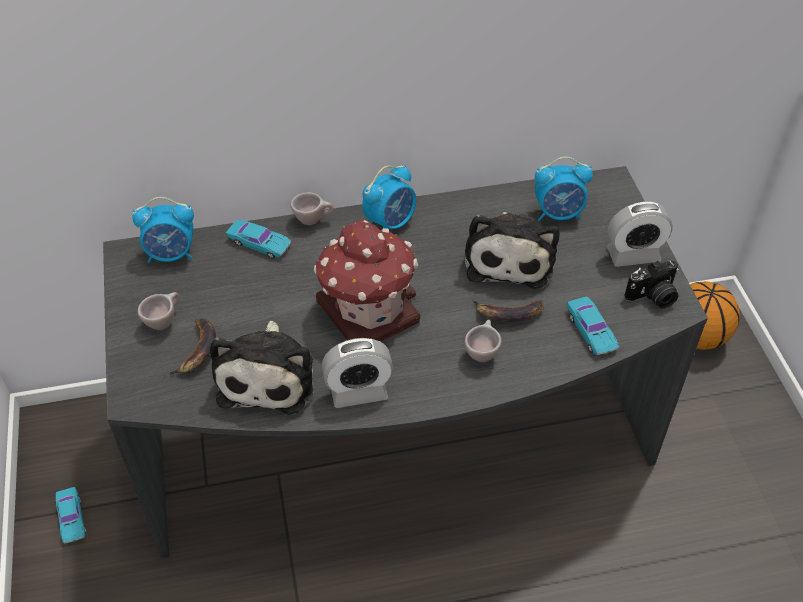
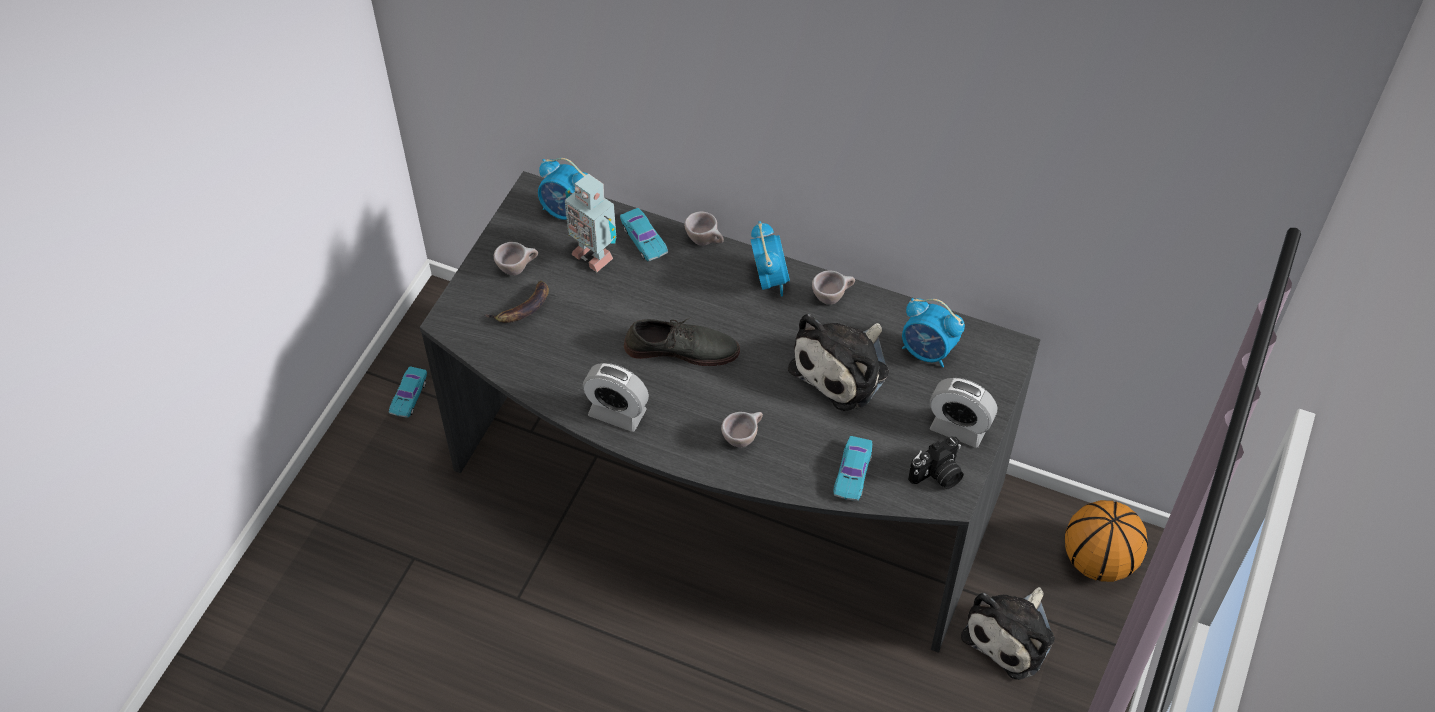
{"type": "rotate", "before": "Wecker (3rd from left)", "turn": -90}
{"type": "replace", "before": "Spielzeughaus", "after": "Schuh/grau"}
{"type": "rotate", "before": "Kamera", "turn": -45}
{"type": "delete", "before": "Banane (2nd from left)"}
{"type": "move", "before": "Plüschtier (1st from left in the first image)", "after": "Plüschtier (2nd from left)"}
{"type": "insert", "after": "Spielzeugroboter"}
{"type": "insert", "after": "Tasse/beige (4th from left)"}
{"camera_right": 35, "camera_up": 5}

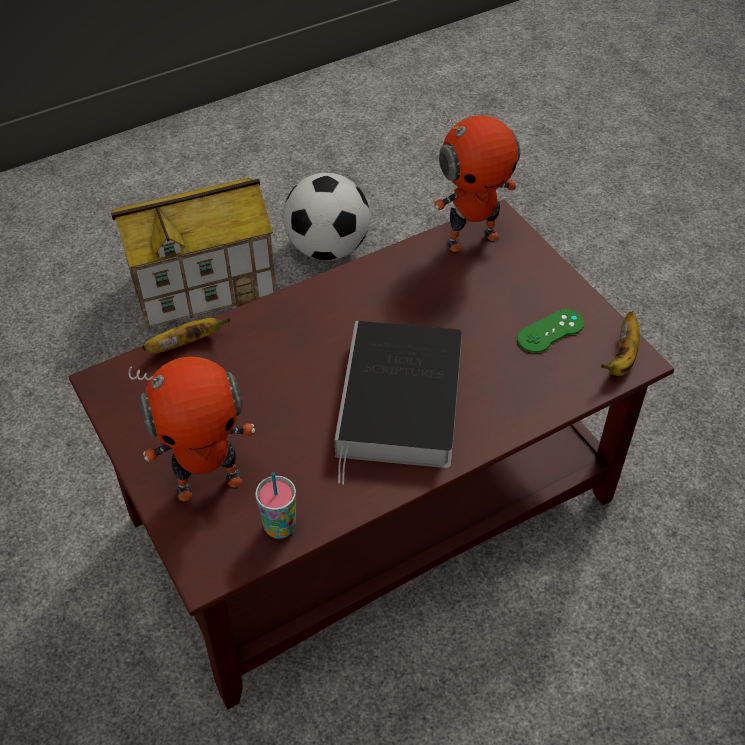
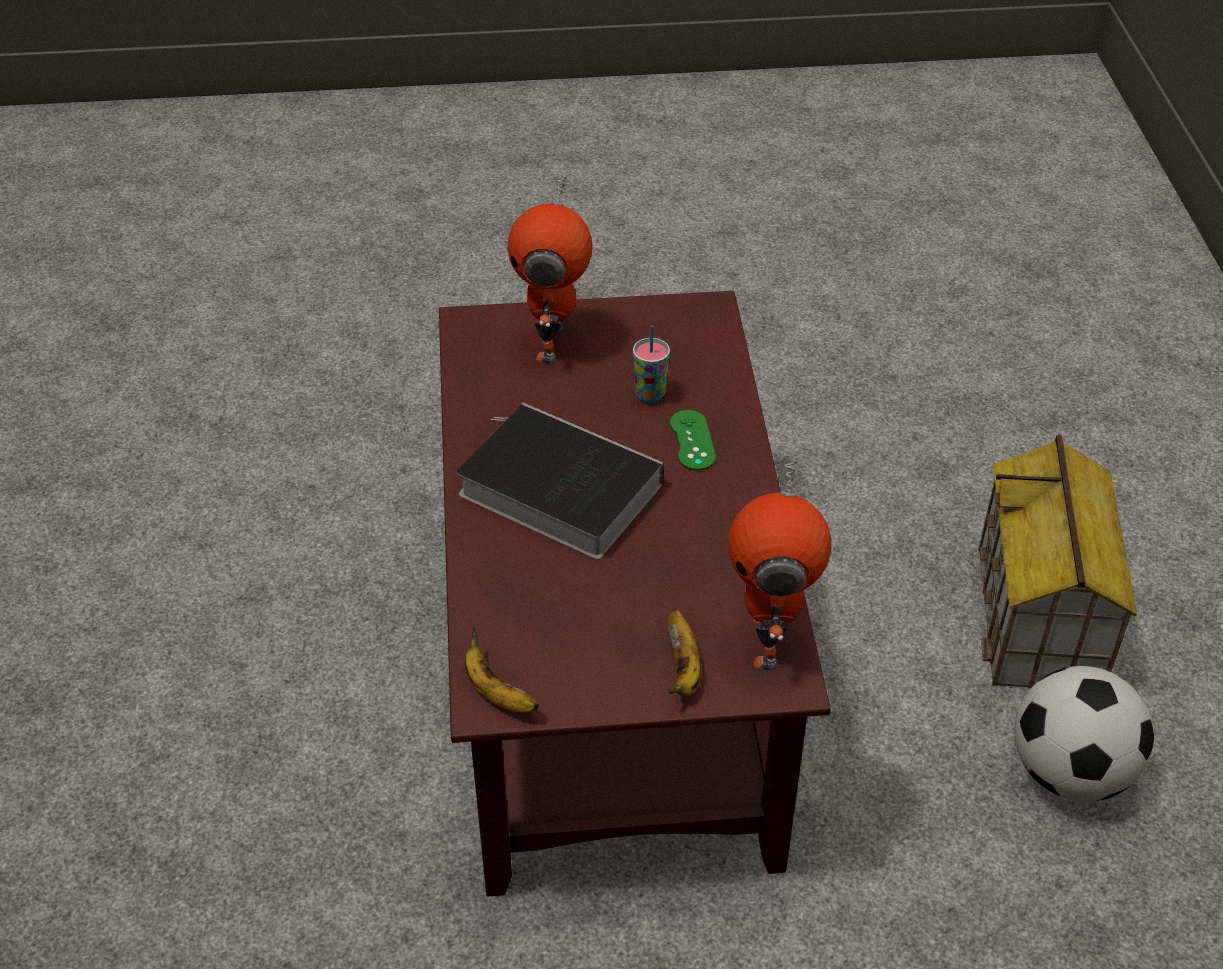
{"type": "move", "before": "Gamepad/grün"}
{"type": "move", "before": "Banane (1st from left in the first image)", "after": "Banane (2nd from left)"}
{"type": "move", "before": "Tasse"}
{"camera_right": 115, "camera_up": -5}

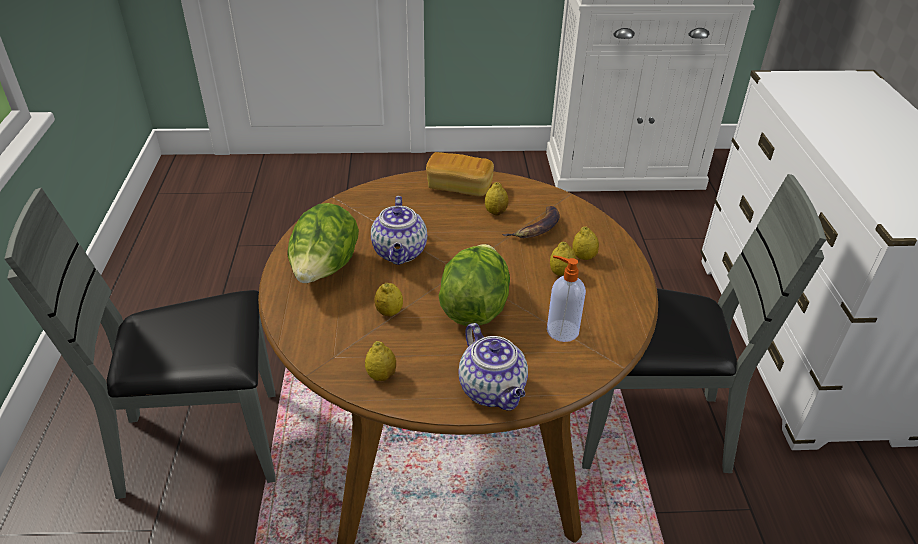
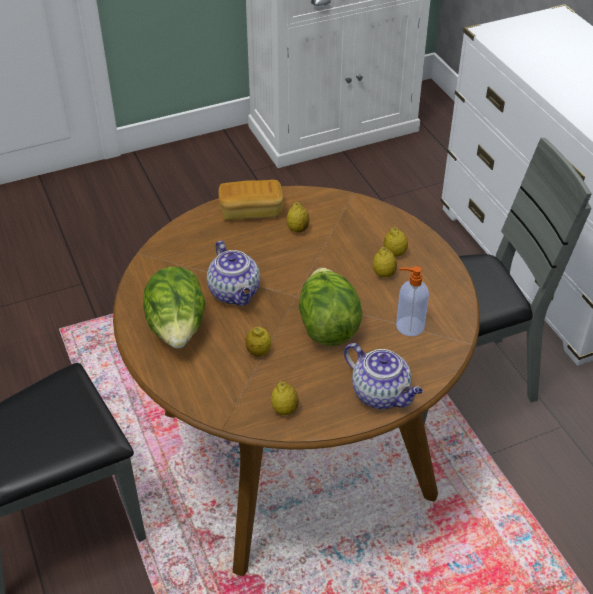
{"type": "delete", "before": "Banane"}
{"camera_right": -20, "camera_up": 5}

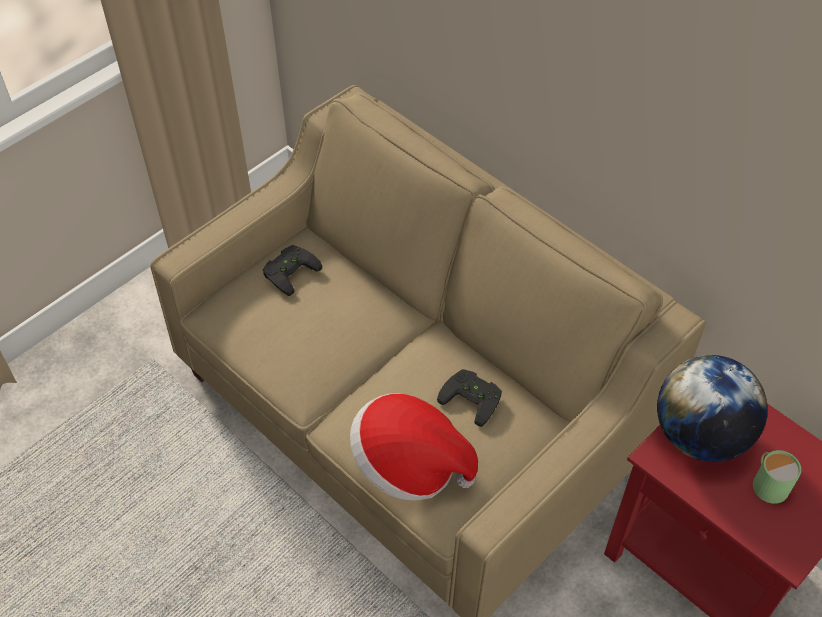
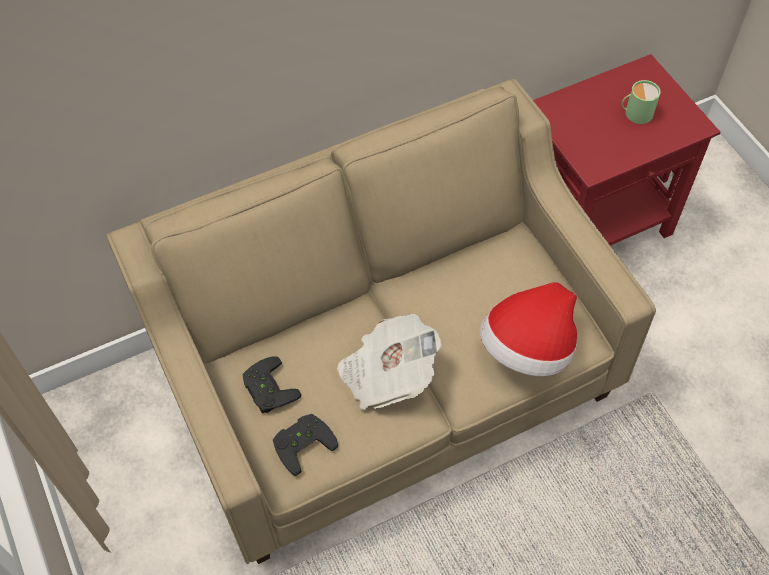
{"type": "delete", "before": "Globus"}
{"type": "move", "before": "Gamepad/schwarz (2nd from left)"}
{"type": "insert", "after": "Zeitung"}
{"camera_right": -70, "camera_up": 5}

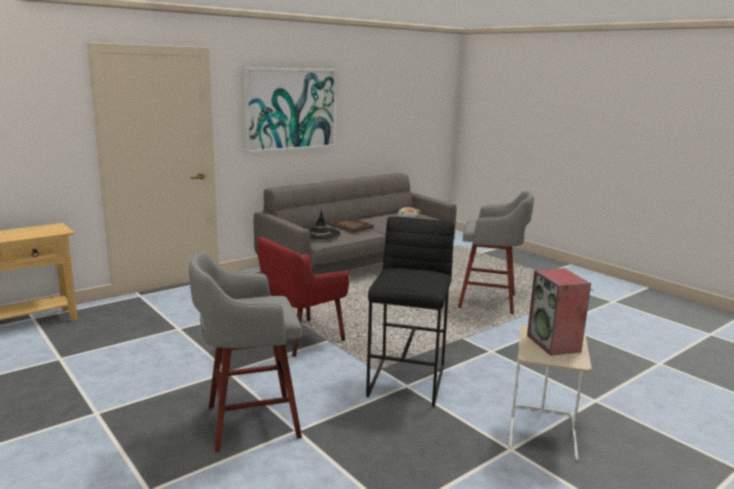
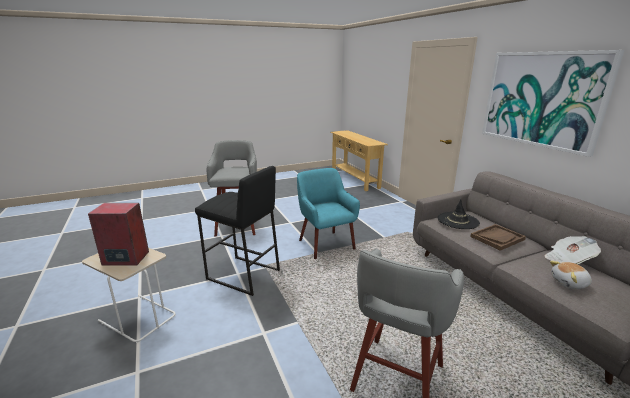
{"type": "recolor", "before": "Sessel/rot", "after": "Sessel/türkis"}
{"type": "insert", "after": "Zeitung"}
{"camera_right": 105, "camera_up": 5}

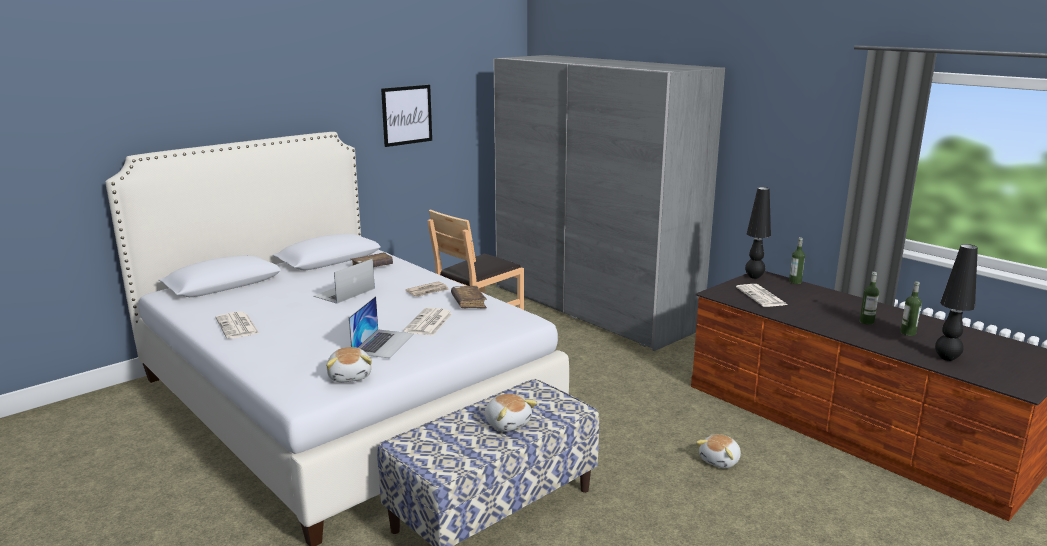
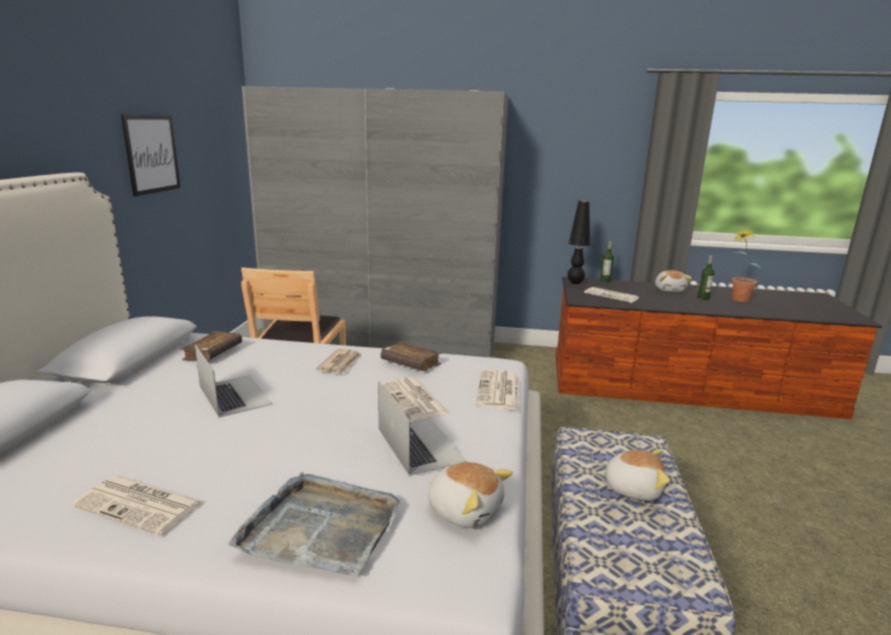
{"type": "delete", "before": "Tischlampe/schwarz (2nd from left)"}
{"type": "rotate", "before": "Laptop (1st from left)", "turn": 150}
{"type": "replace", "before": "Flasche (3rd from left)", "after": "Topfpflanze"}
{"type": "move", "before": "Plüschtier (3rd from left)"}
{"type": "insert", "after": "Zeitung (4th from left)"}
{"type": "insert", "after": "Tablett/grau"}
{"camera_right": -40, "camera_up": 0}

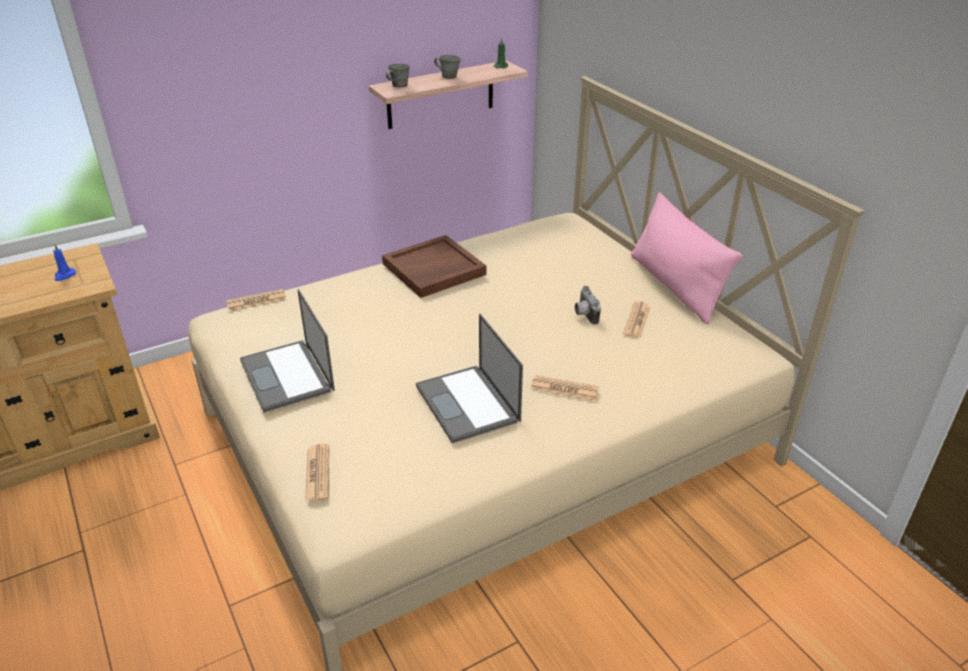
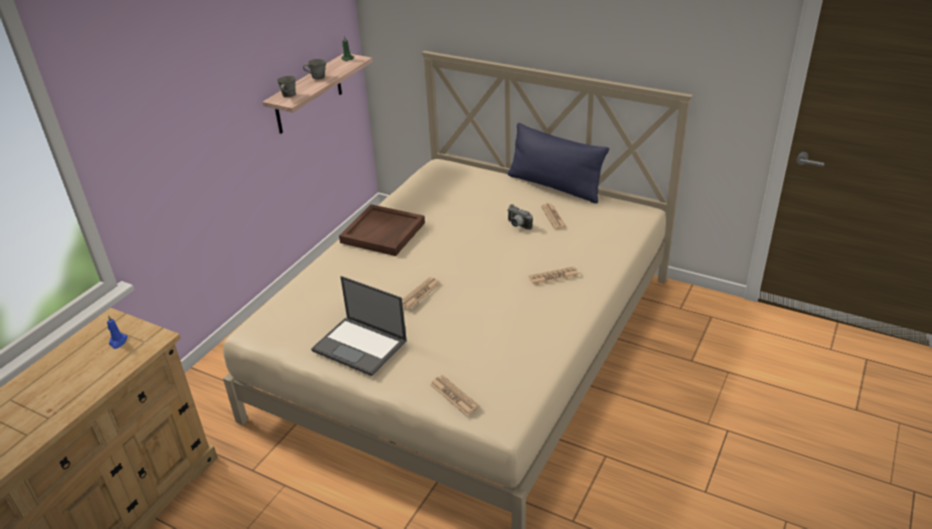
{"type": "recolor", "before": "Kissen/rosa", "after": "Kissen/blau"}
{"type": "move", "before": "Zeitung (1st from left)"}
{"type": "delete", "before": "Laptop (2nd from left)"}
{"camera_right": -30, "camera_up": 0}

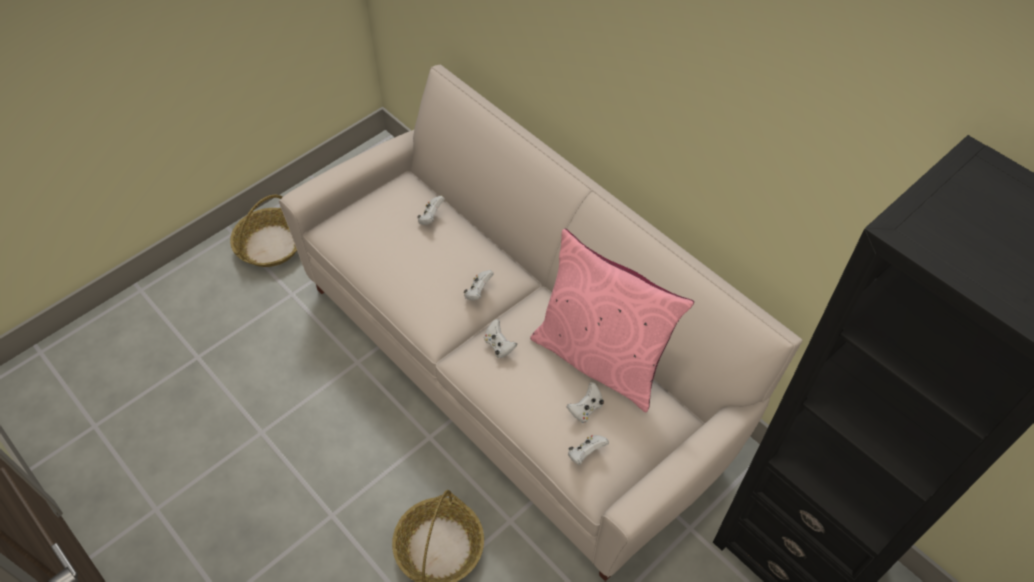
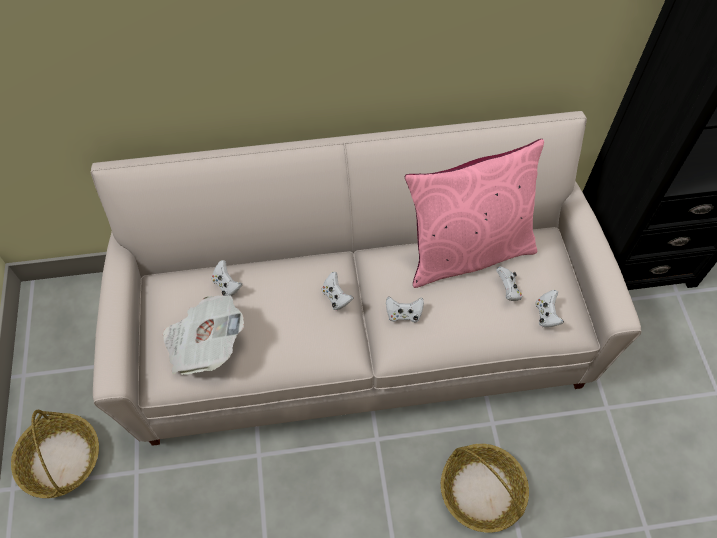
{"type": "insert", "after": "Zeitung"}
{"camera_right": -55, "camera_up": 5}

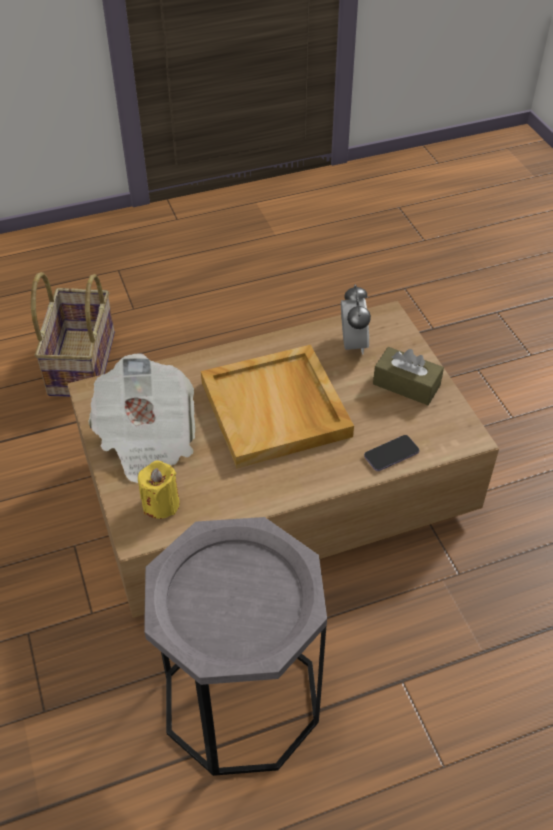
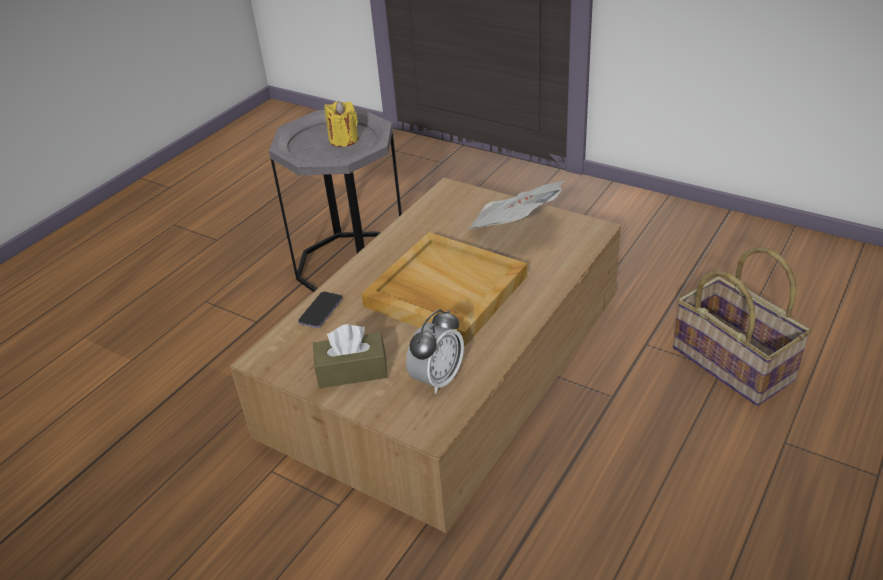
{"type": "rotate", "before": "Wecker", "turn": -105}
{"type": "move", "before": "Kerze/gelb"}
{"camera_right": 145, "camera_up": -10}

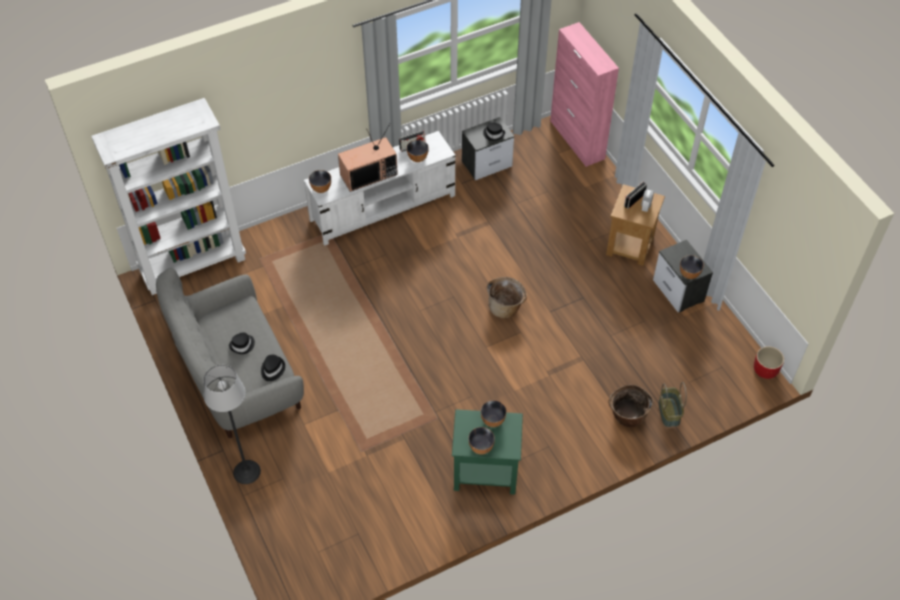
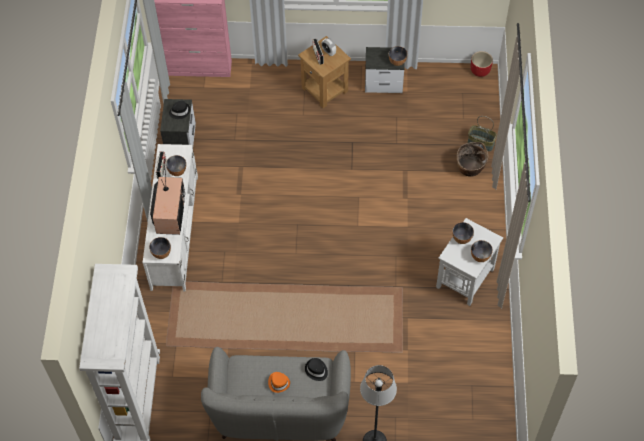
{"type": "delete", "before": "Korb (1st from left)"}
{"type": "recolor", "before": "Hut/schwarz (1st from left)", "after": "Hut/orange"}
{"type": "recolor", "before": "Beistelltisch/grün", "after": "Beistelltisch/weiß"}
{"camera_right": -60, "camera_up": 5}

